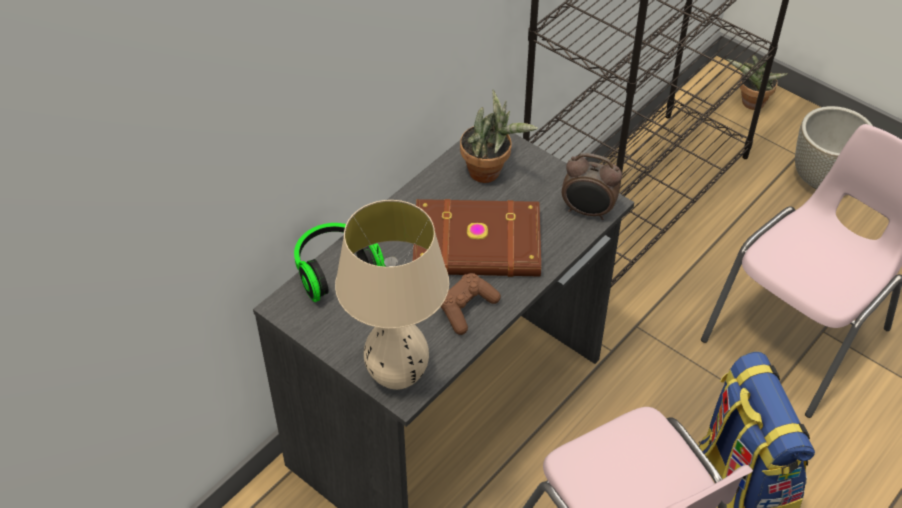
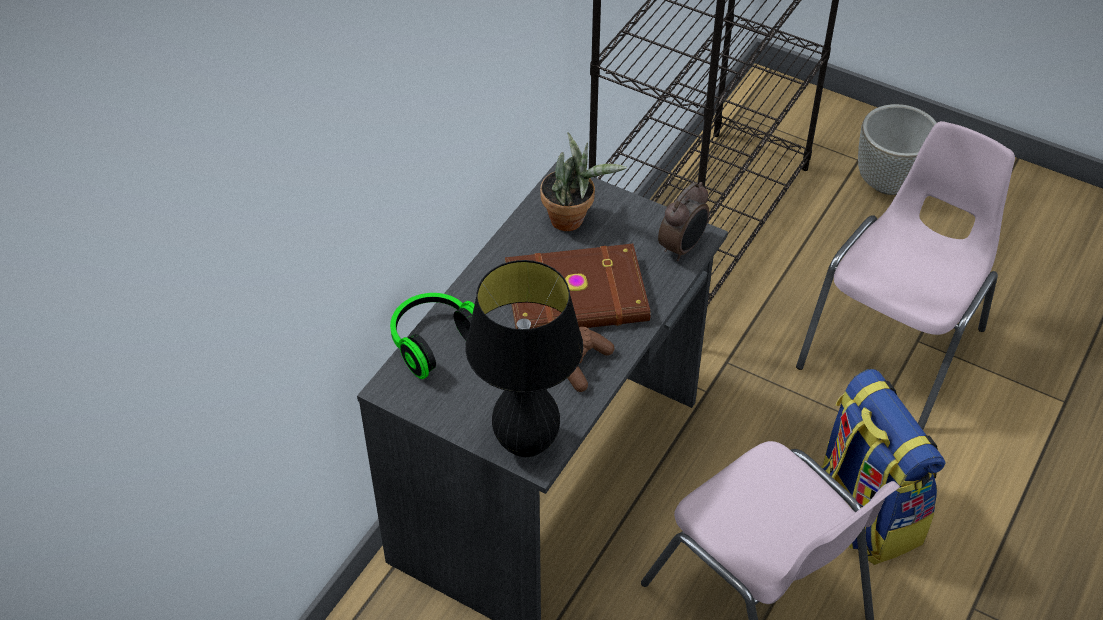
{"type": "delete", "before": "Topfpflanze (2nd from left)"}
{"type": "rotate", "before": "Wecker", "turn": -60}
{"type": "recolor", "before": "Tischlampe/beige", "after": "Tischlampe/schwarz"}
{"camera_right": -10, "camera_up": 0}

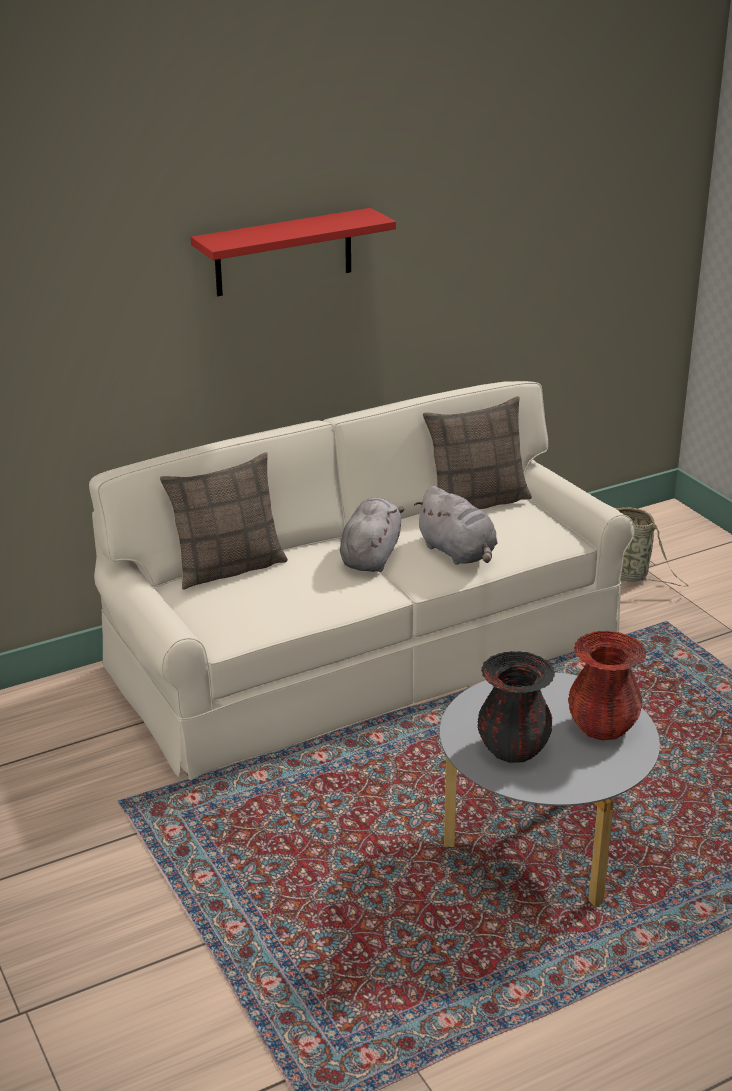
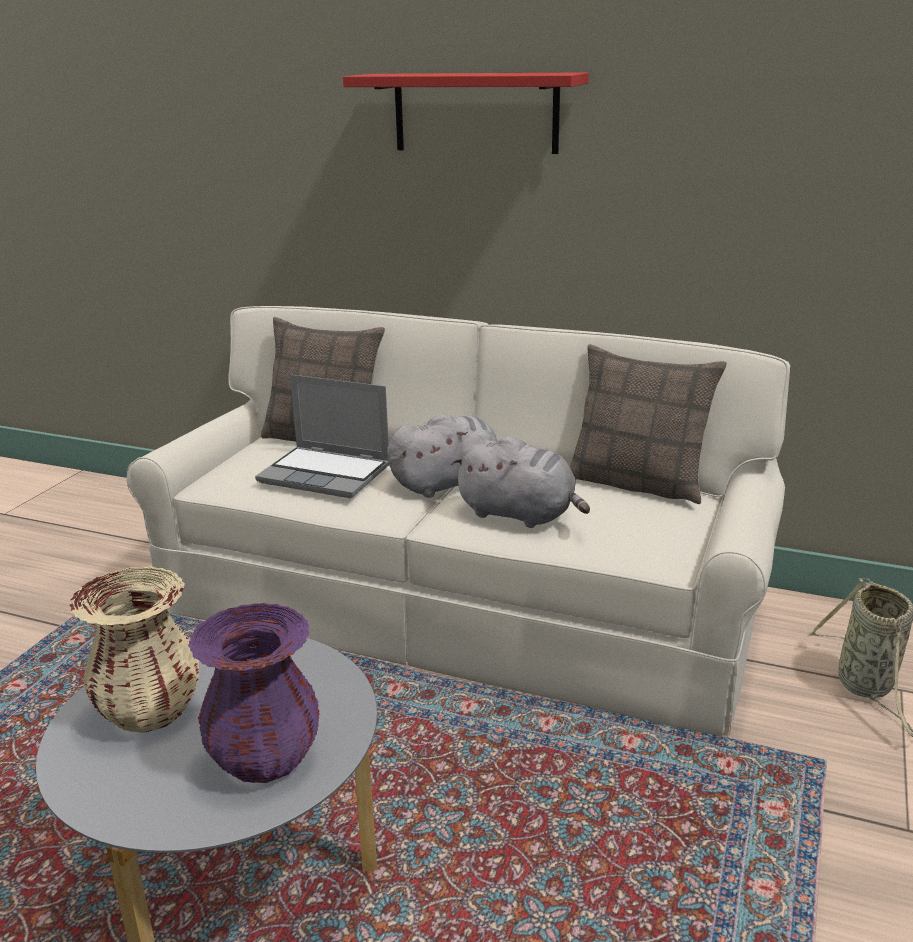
{"type": "rotate", "before": "Plüschtier/grau (2nd from left)", "turn": -75}
{"type": "recolor", "before": "Vase/rot", "after": "Vase/lila"}
{"type": "recolor", "before": "Vase/schwarz", "after": "Vase/beige"}
{"type": "insert", "after": "Laptop"}
{"camera_right": 50, "camera_up": -5}

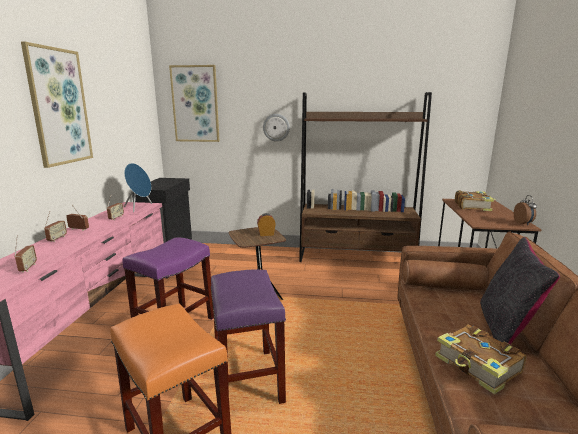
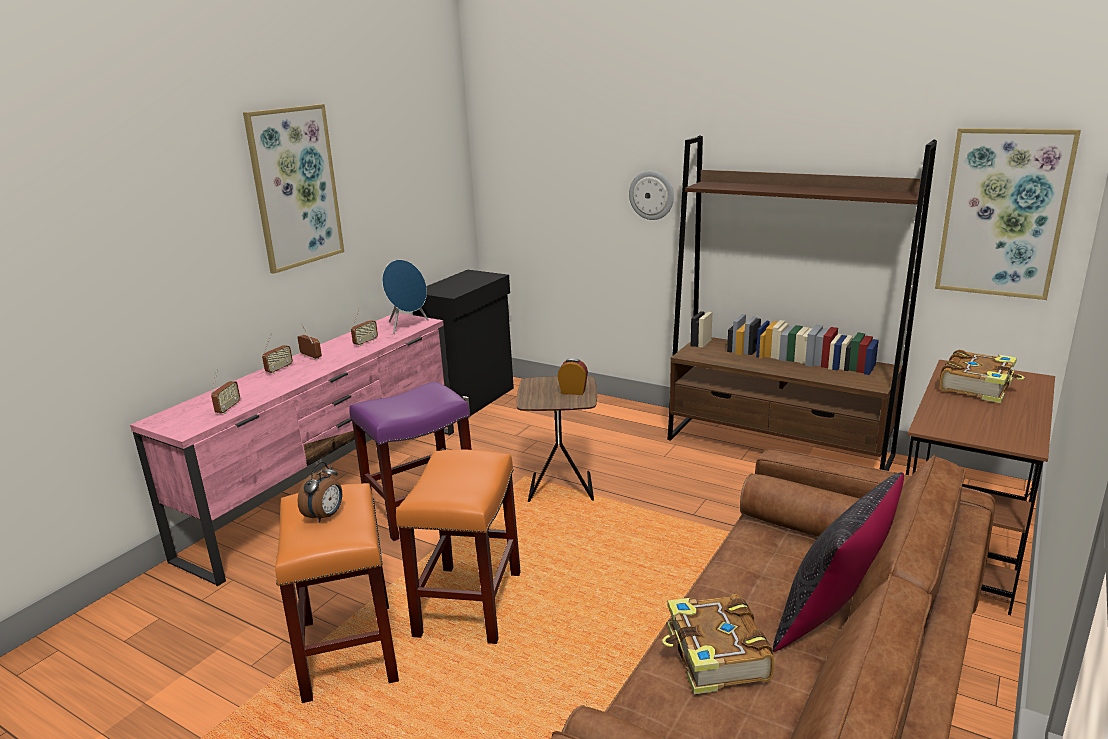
{"type": "move", "before": "Bild (2nd from left)"}
{"type": "move", "before": "Wecker (2nd from left in the first image)", "after": "Wecker (1st from left)"}
{"type": "recolor", "before": "Hocker/lila (2nd from left)", "after": "Hocker/orange (2nd from left)"}
{"camera_right": 25, "camera_up": 5}

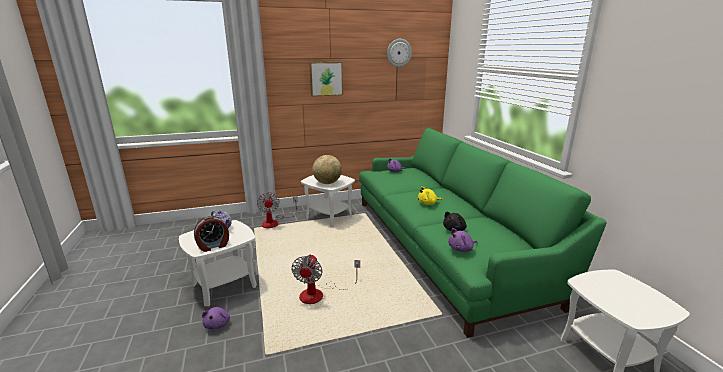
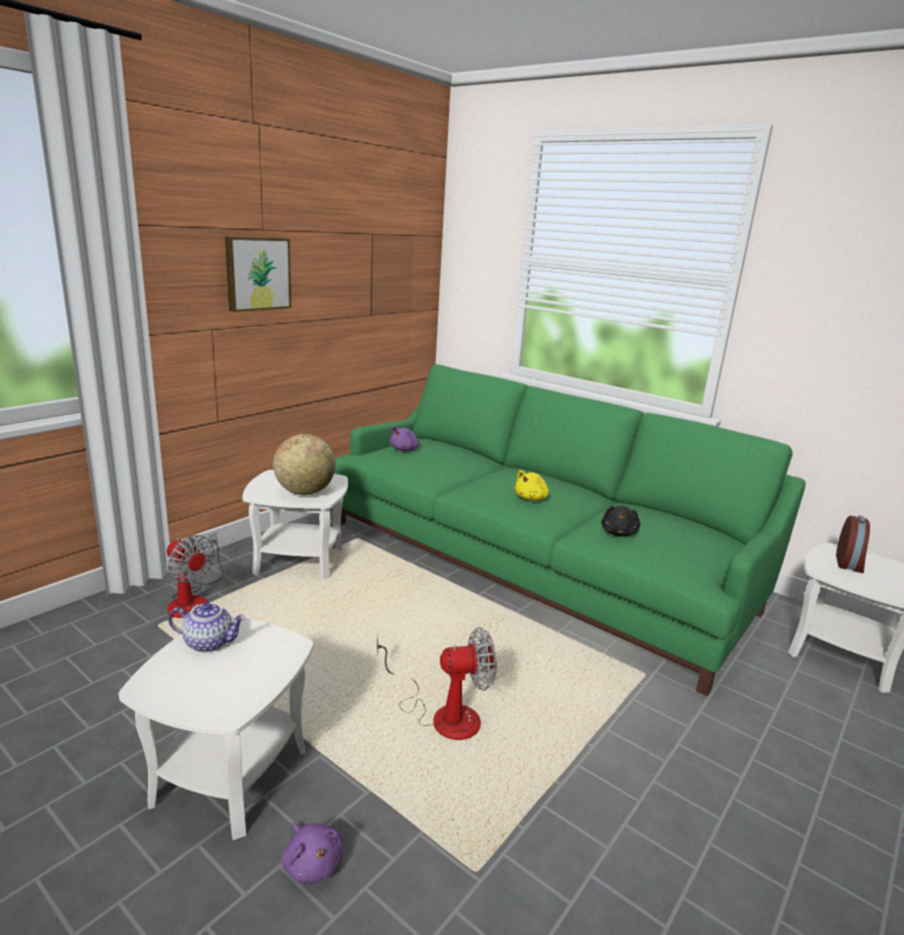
{"type": "delete", "before": "Wanduhr"}
{"type": "move", "before": "Wecker"}
{"type": "delete", "before": "Plüschtier/lila (3rd from left)"}
{"type": "rotate", "before": "Ventilator (2nd from left)", "turn": -75}
{"camera_right": -35, "camera_up": 0}

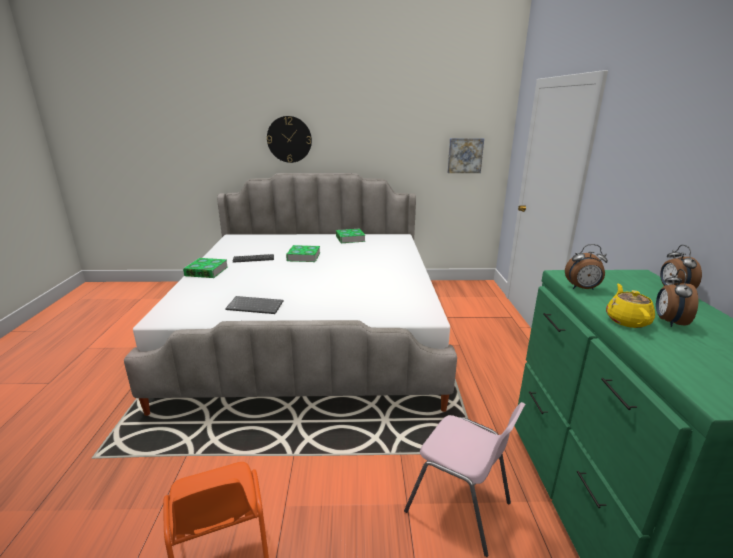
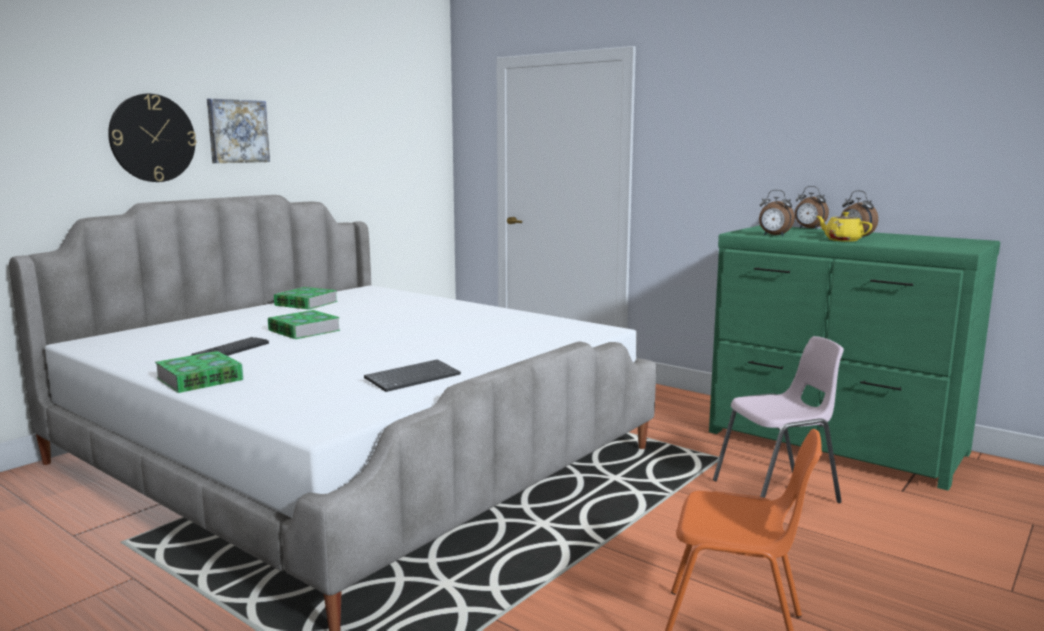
{"type": "move", "before": "Bild"}
{"type": "rotate", "before": "Wecker (1st from left)", "turn": 75}
{"camera_right": -50, "camera_up": -10}

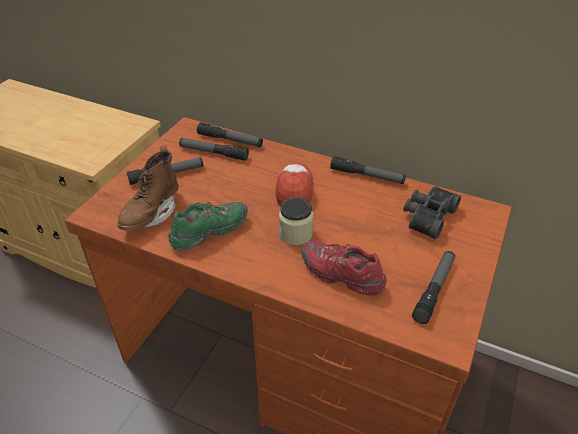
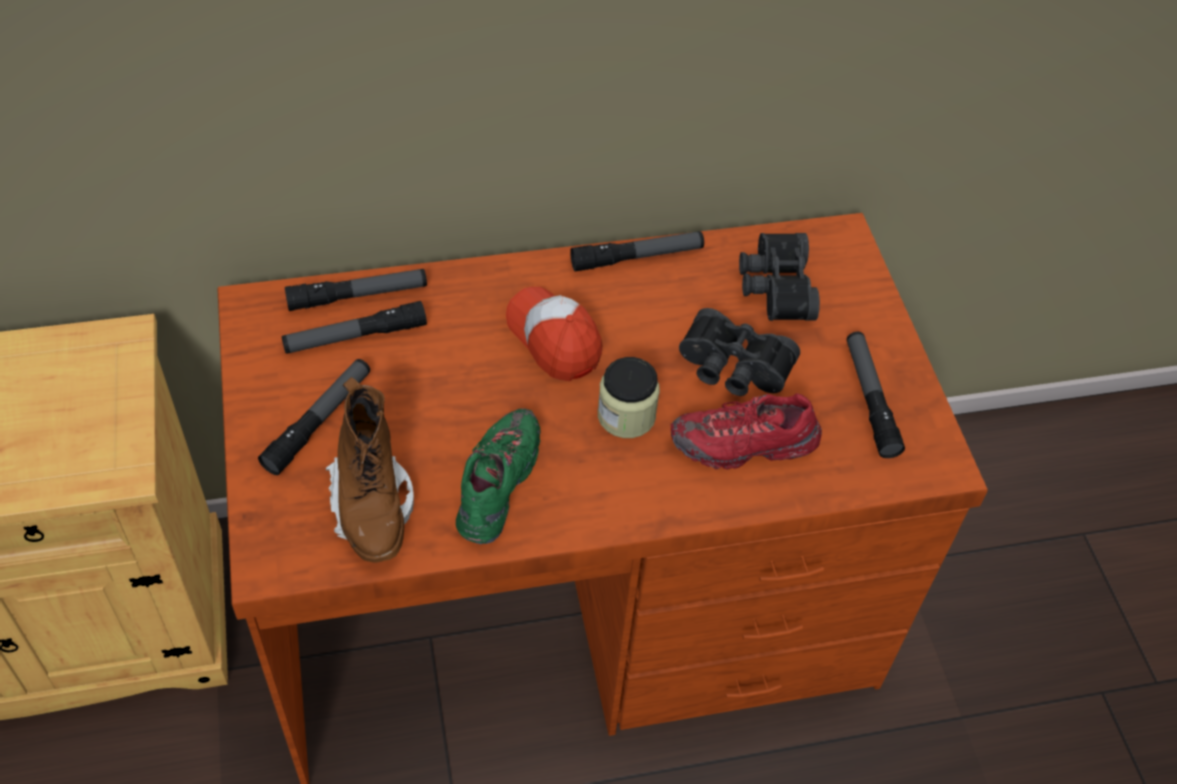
{"type": "insert", "after": "Fernglas/schwarz (1st from left)"}
{"camera_right": -40, "camera_up": 10}

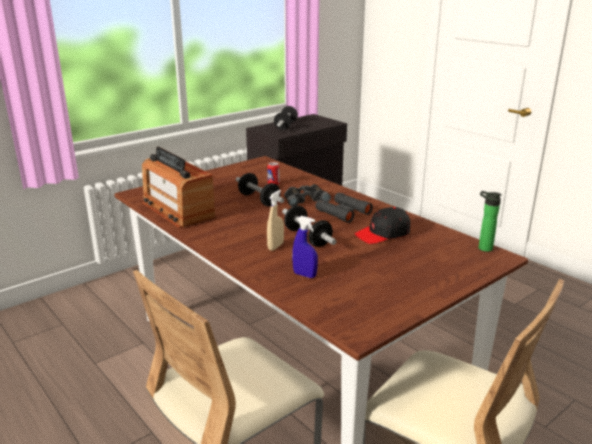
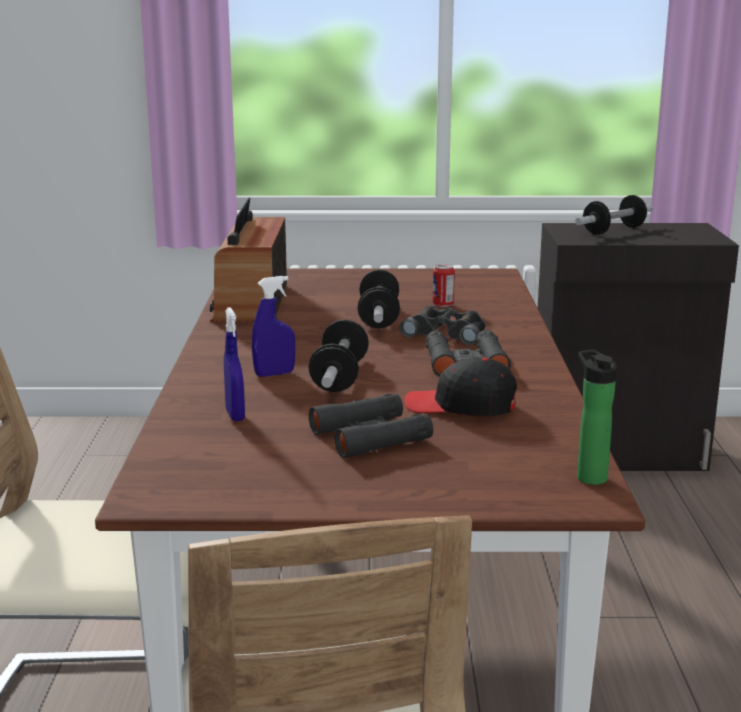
{"type": "recolor", "before": "Sprühflasche/beige", "after": "Sprühflasche/blau (2nd from left)"}
{"type": "insert", "after": "Fernglas/schwarz (1st from left)"}
{"camera_right": 40, "camera_up": -5}

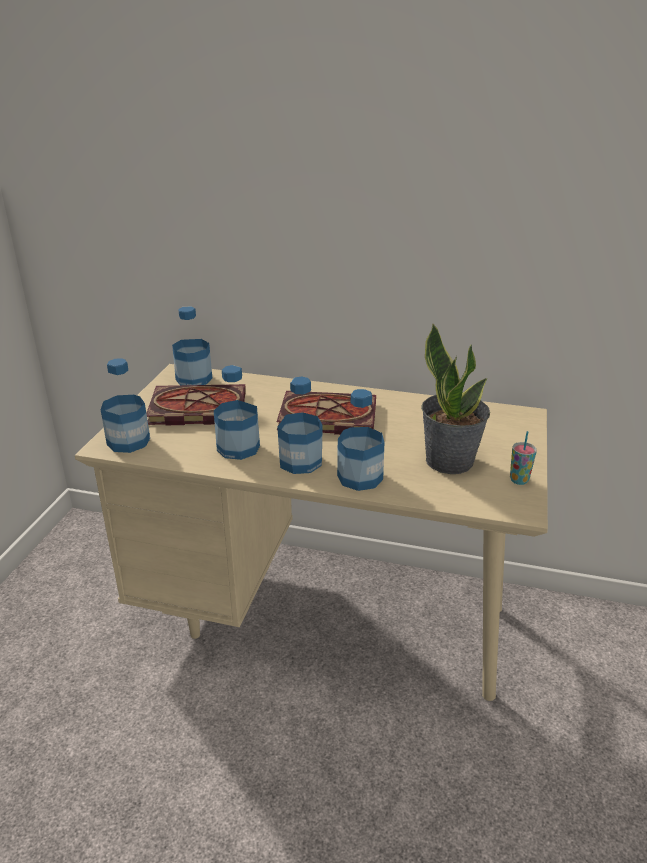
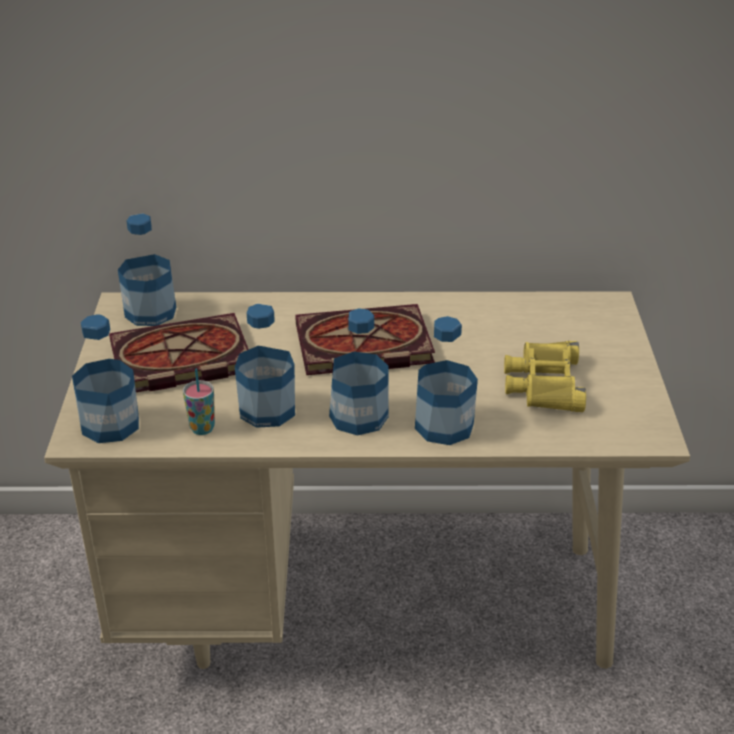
{"type": "replace", "before": "Topfpflanze", "after": "Fernglas/gelb"}
{"type": "move", "before": "Tasse"}
{"camera_right": -15, "camera_up": 5}

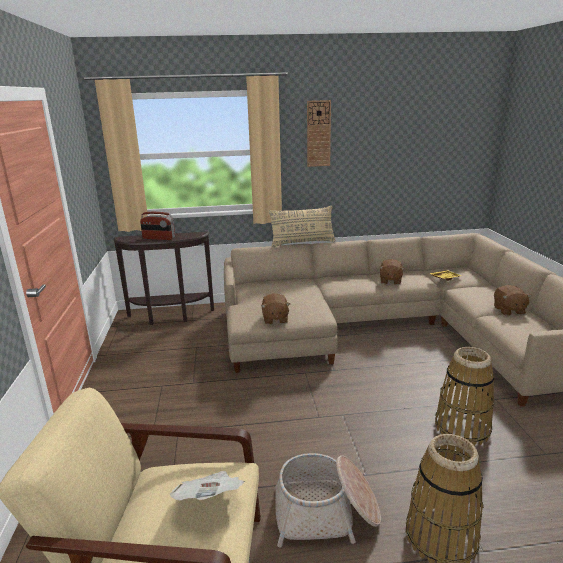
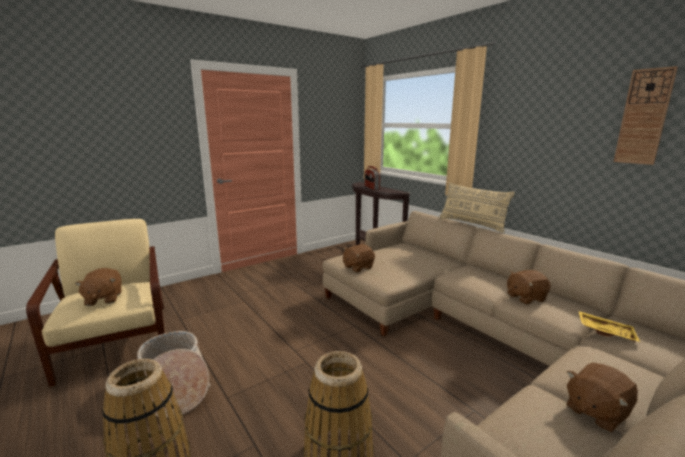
{"type": "move", "before": "Wanduhr"}
{"type": "replace", "before": "Zeitung", "after": "Plüschtier/braun (1st from left)"}
{"camera_right": 60, "camera_up": -5}

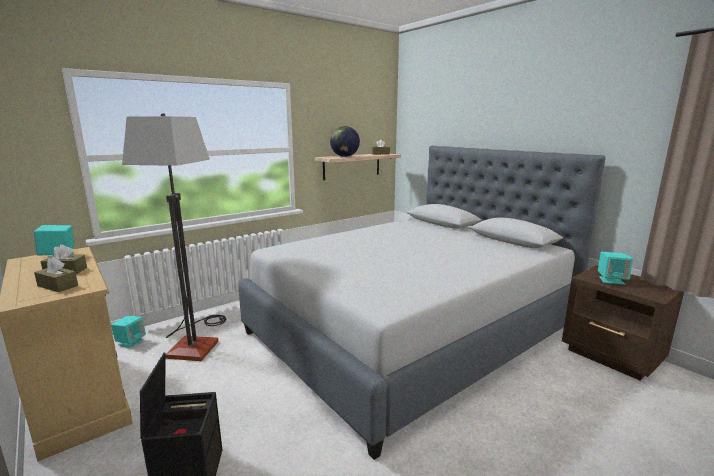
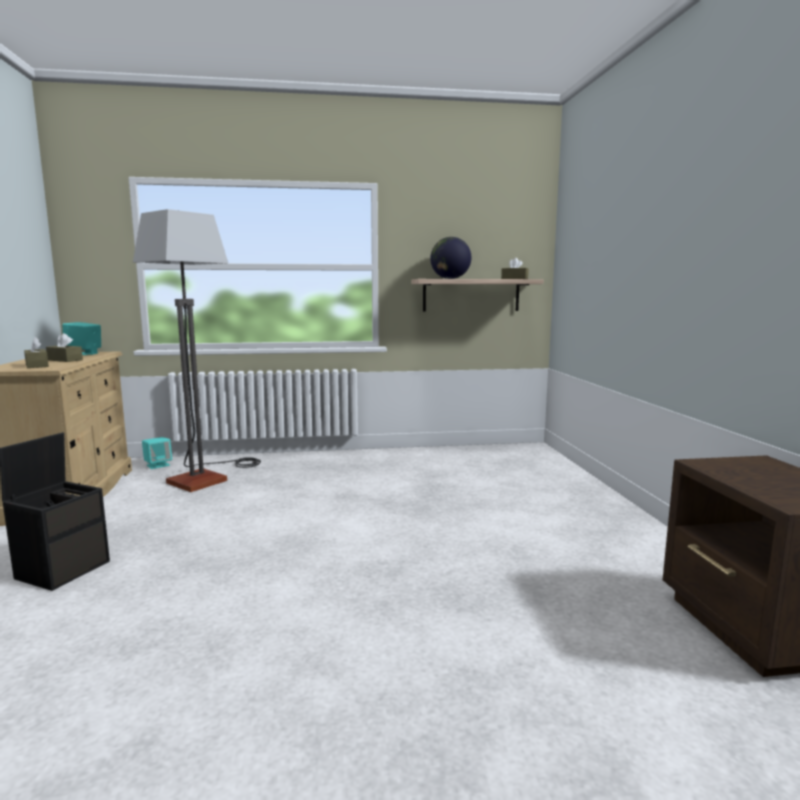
{"type": "delete", "before": "Bett/grau"}
{"type": "delete", "before": "Lautsprecher/türkis (3rd from left)"}
{"camera_right": 30, "camera_up": -5}

